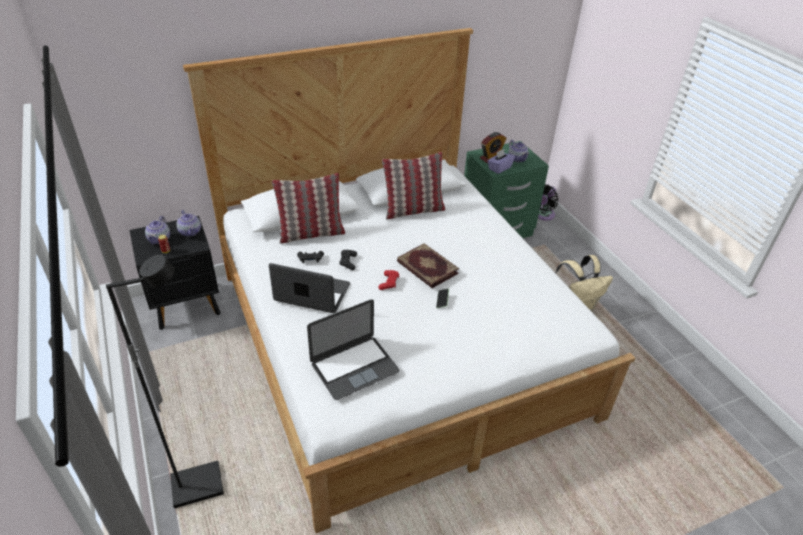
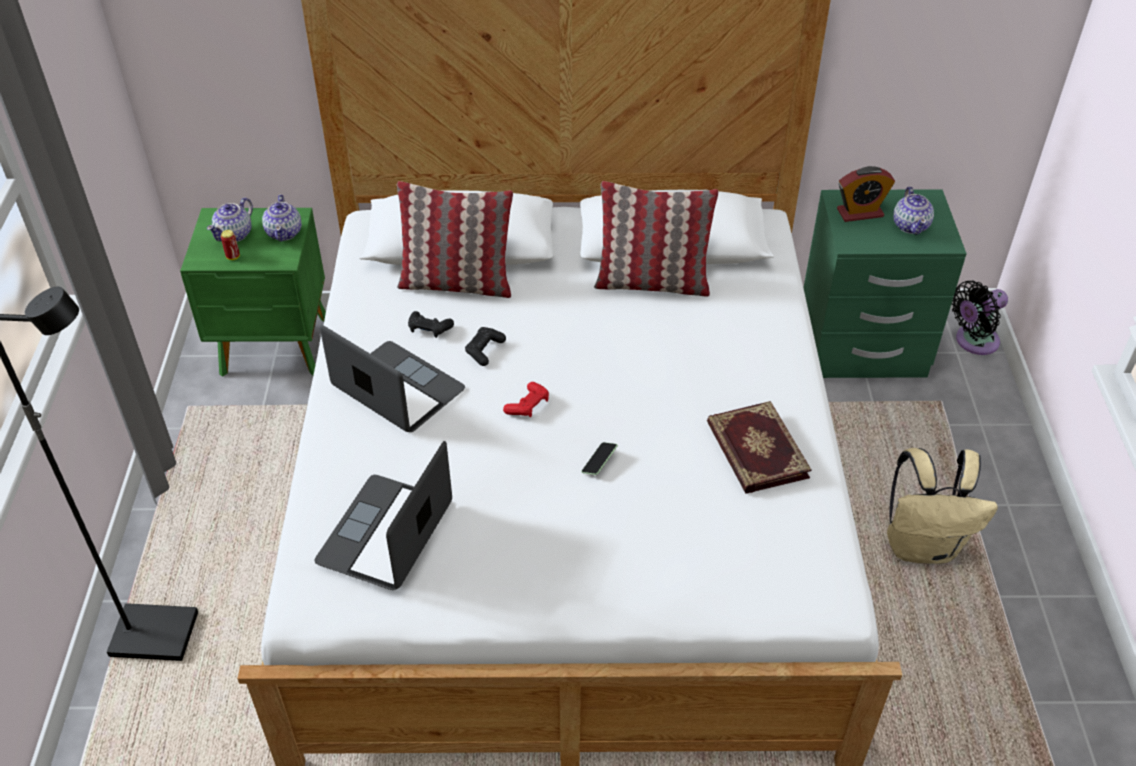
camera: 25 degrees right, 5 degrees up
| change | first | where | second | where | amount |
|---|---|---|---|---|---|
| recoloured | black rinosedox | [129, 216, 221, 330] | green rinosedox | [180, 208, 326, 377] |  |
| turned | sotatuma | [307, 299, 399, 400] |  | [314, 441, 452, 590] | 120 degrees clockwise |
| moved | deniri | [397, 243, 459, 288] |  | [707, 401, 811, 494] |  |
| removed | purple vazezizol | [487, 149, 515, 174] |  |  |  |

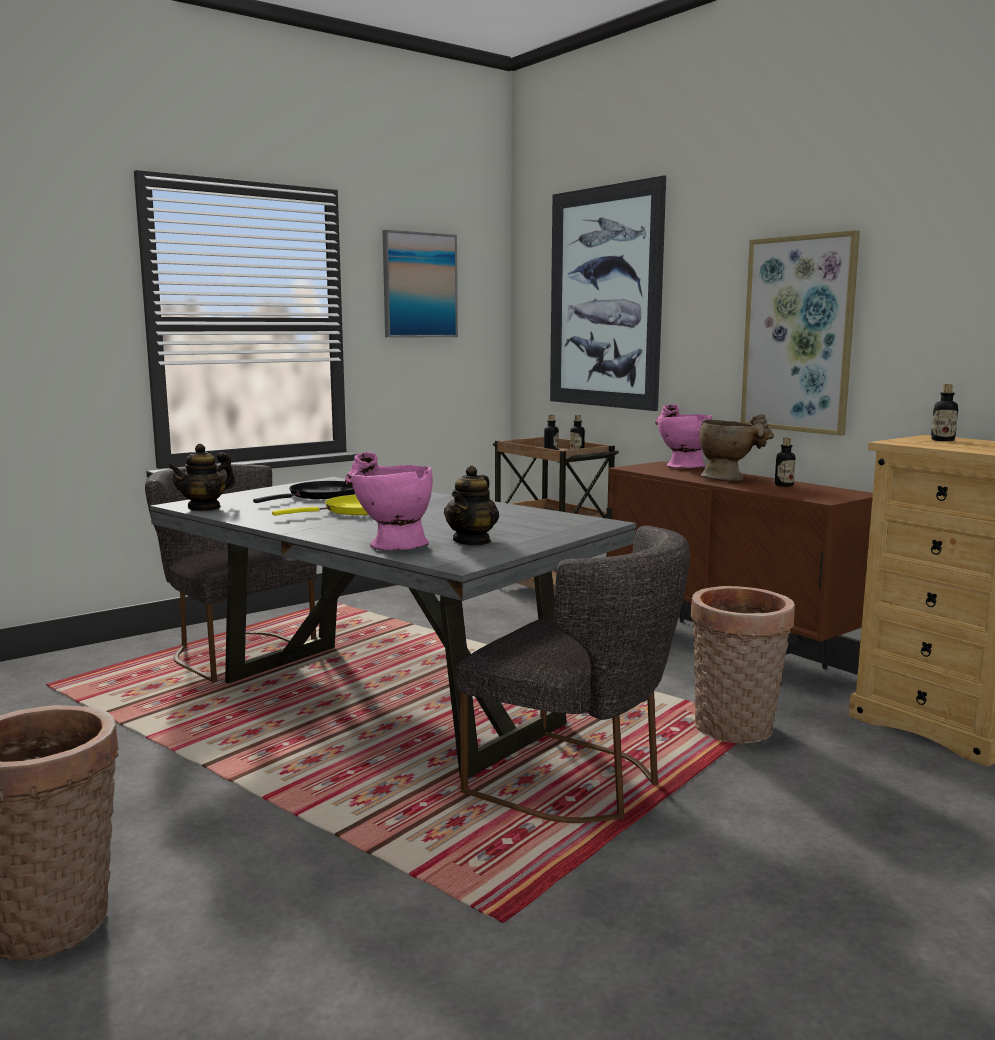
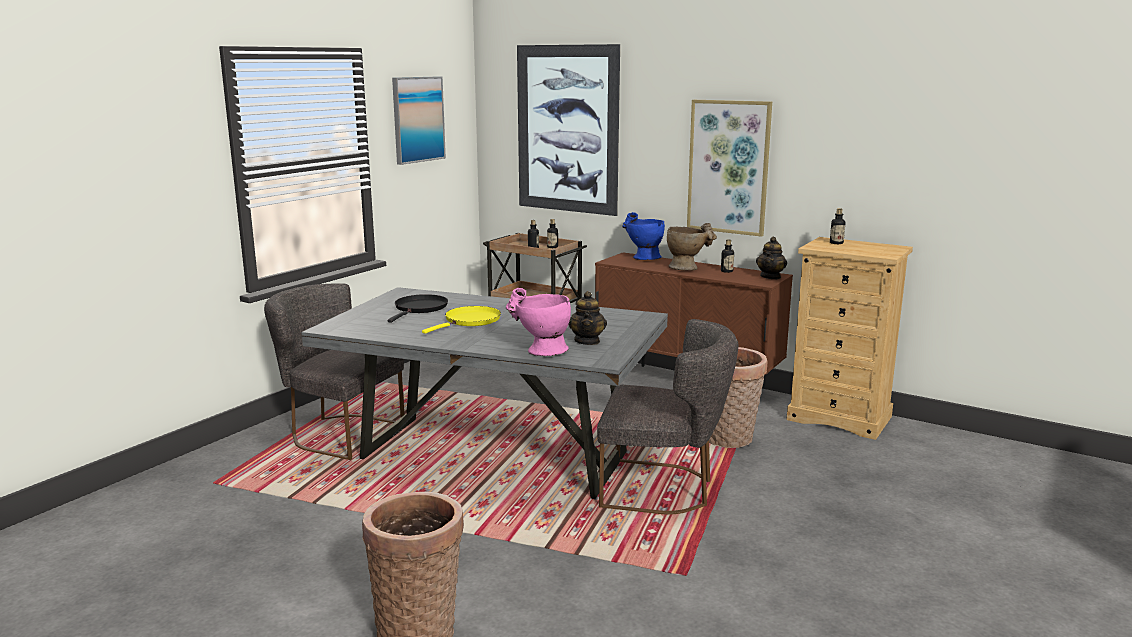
camera: 20 degrees left, 5 degrees up
| change | first | where | second | where | amount |
|---|---|---|---|---|---|
| recoloured | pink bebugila | [655, 404, 712, 468] | blue bebugila | [622, 212, 665, 260] |  |
| moved | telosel | [168, 444, 235, 511] |  | [756, 237, 787, 279] |  |

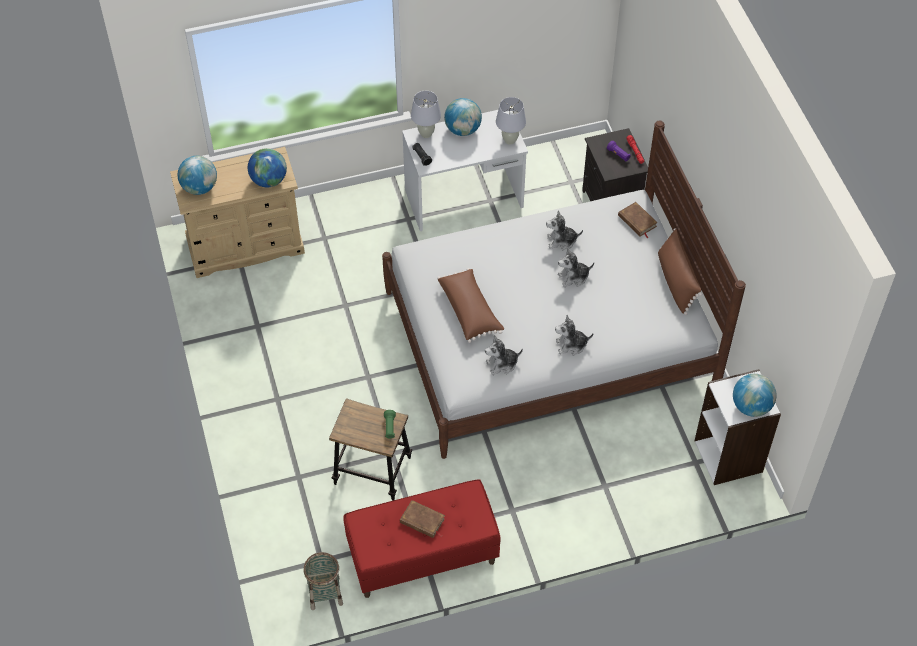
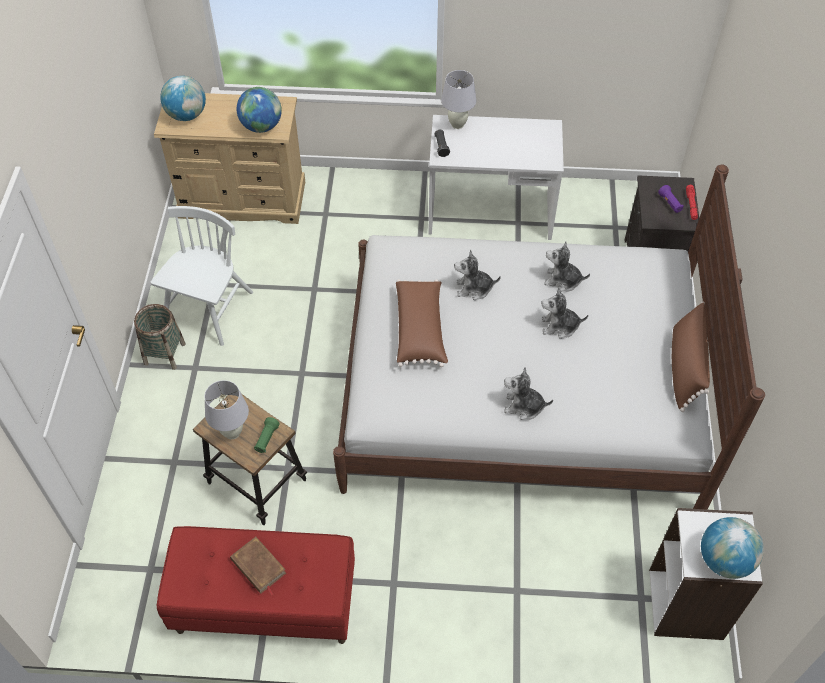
camera: 20 degrees right, 0 degrees up
| change | first | where | second | where | amount |
|---|---|---|---|---|---|
| moved | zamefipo | [304, 552, 343, 610] |  | [134, 304, 186, 370] |  |
| added |  |  | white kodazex | [150, 206, 253, 346] |  |
| moved | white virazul | [496, 97, 526, 145] |  | [204, 380, 249, 439] |  |
| moved | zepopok | [485, 335, 523, 375] |  | [454, 250, 501, 300] |  |
| removed | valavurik | [444, 98, 482, 136] |  |  |  |
| removed | brown deniri | [618, 202, 658, 238] |  |  |  |

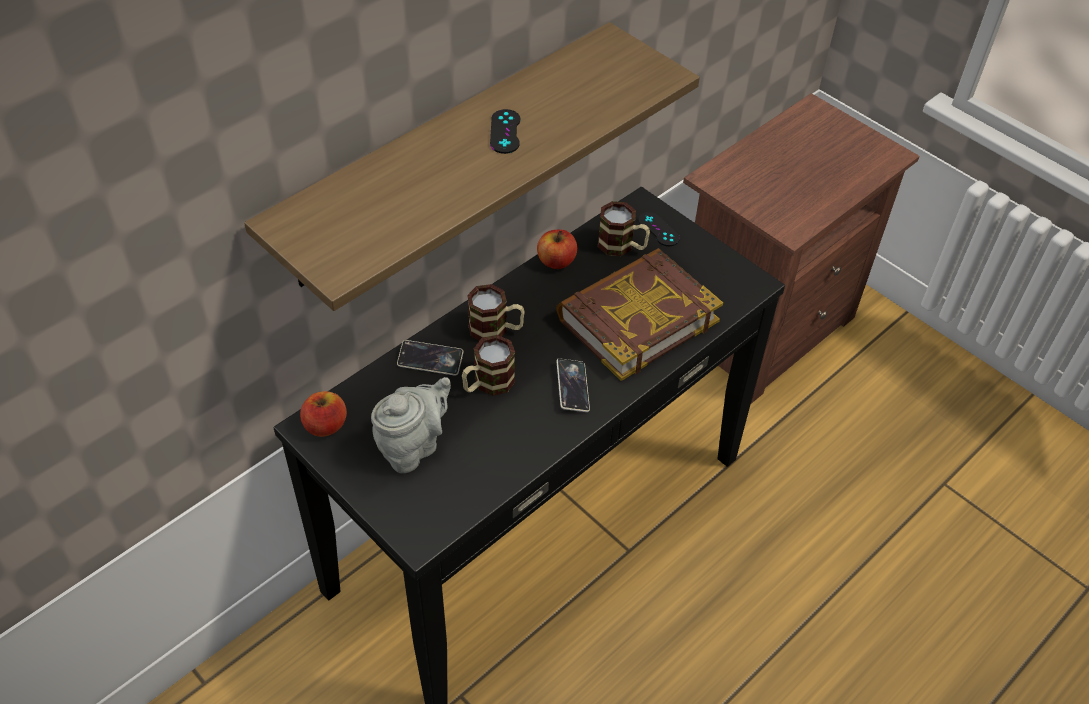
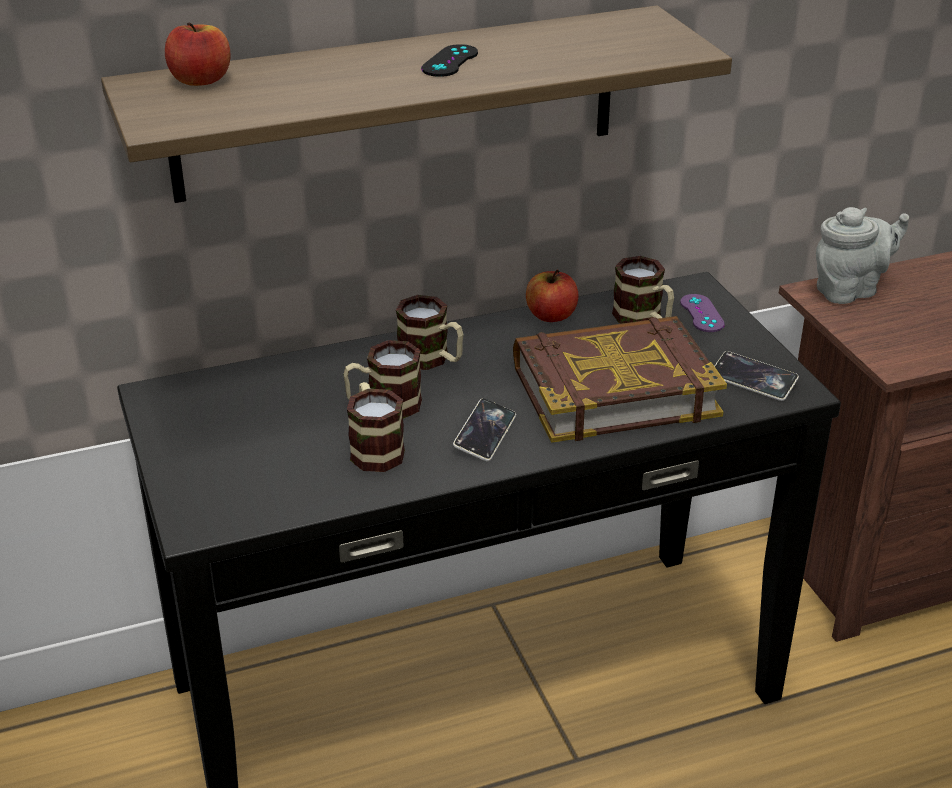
camera: 25 degrees right, 15 degrees down
| change | first | where | second | where | amount |
|---|---|---|---|---|---|
| moved | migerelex | [300, 391, 347, 437] |  | [165, 23, 231, 86] |  |
| added |  |  | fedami | [347, 382, 405, 472] |  |
| recoloured | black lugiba | [638, 212, 680, 246] | purple lugiba | [680, 294, 725, 332] |  |
| moved | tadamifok | [397, 340, 464, 376] |  | [714, 351, 799, 401] |  |
| moved | grey telosel | [371, 377, 451, 473] |  | [816, 207, 909, 304] |  |

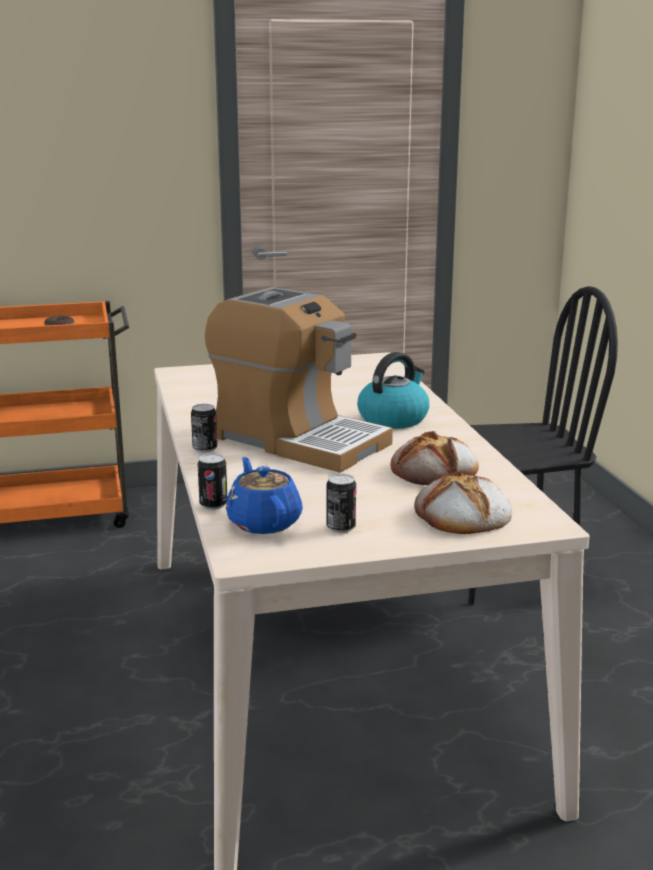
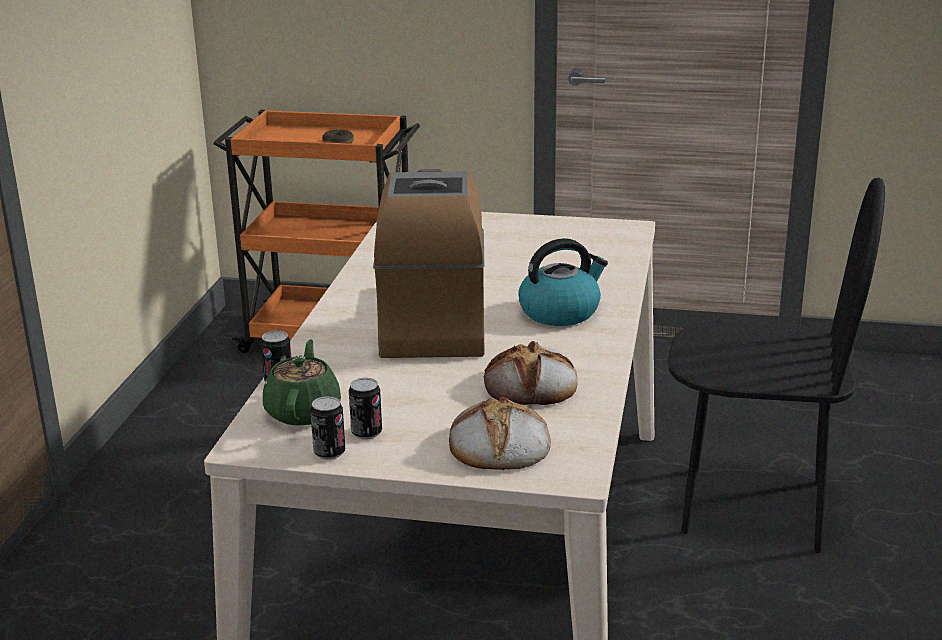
camera: 25 degrees right, 5 degrees up
| change | first | where | second | where | amount |
|---|---|---|---|---|---|
| recoloured | blue telosel | [226, 457, 303, 534] | green telosel | [263, 339, 341, 426] |  |
| moved | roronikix | [191, 404, 217, 453] |  | [310, 396, 345, 460] |  |
| turned | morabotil | [205, 287, 393, 473] |  | [373, 170, 485, 358] | 150 degrees counterclockwise |

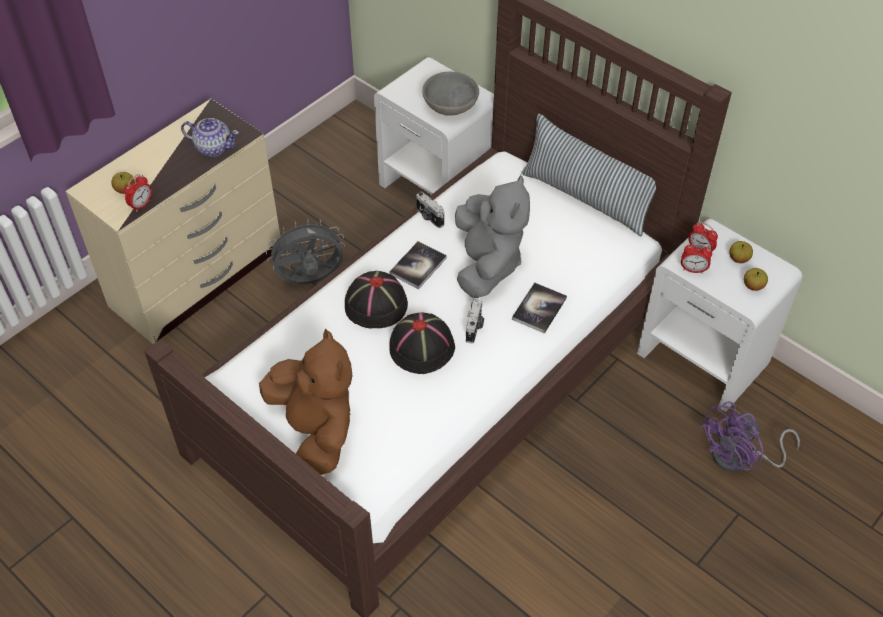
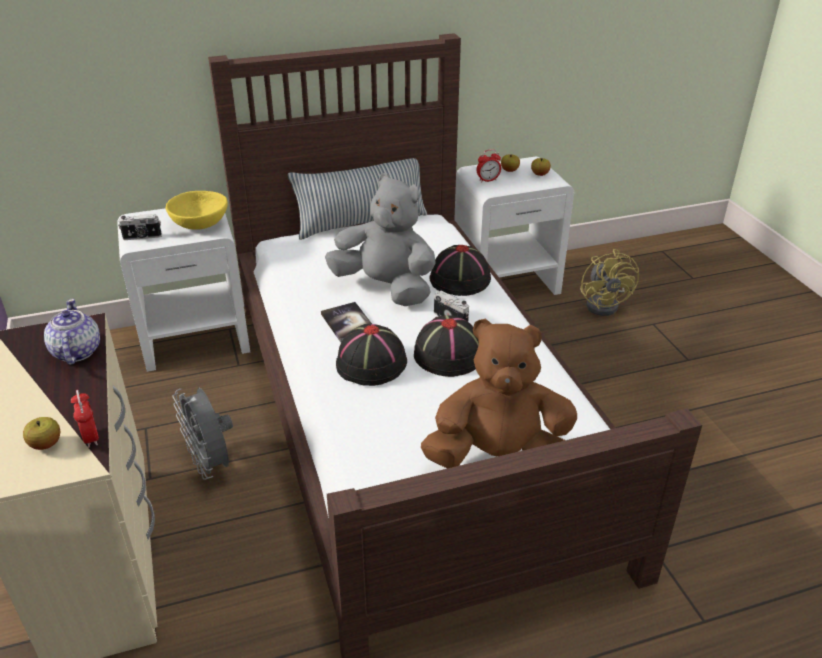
camera: 60 degrees left, 15 degrees down
| change | first | where | second | where | amount |
|---|---|---|---|---|---|
| turned | telosel | [181, 118, 239, 157] |  | [44, 299, 100, 365] | 60 degrees counterclockwise |
| moved | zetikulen | [416, 192, 444, 228] |  | [118, 214, 162, 240] |  |
| recoloured | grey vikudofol | [422, 72, 479, 116] | yellow vikudofol | [166, 191, 228, 230] |  |
| turned | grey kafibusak | [266, 219, 345, 284] |  | [173, 388, 233, 480] | 45 degrees counterclockwise |
| replaced | deniri | [512, 283, 567, 334] | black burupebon | [429, 245, 491, 296] |  |
| recoloured | purple kafibusak | [699, 401, 800, 472] | yellow kafibusak | [580, 249, 639, 316] |  |
| removed | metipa | [681, 243, 712, 274] |  |  |  |

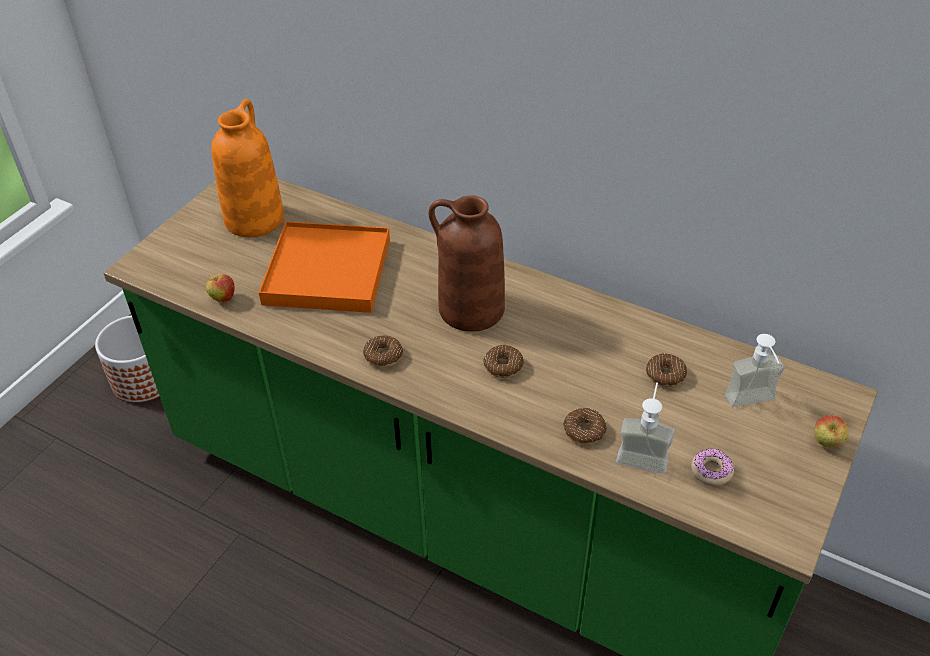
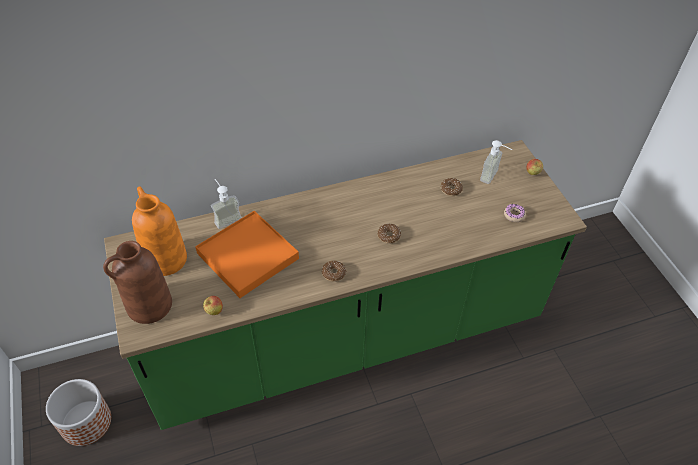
camera: 50 degrees left, 5 degrees up
| change | first | where | second | where | amount |
|---|---|---|---|---|---|
| moved | brown bebugila | [429, 195, 505, 332] |  | [103, 241, 172, 324] |  |
| moved | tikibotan | [616, 382, 674, 474] |  | [211, 179, 242, 229] |  |
| removed | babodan | [563, 408, 607, 445] |  |  |  |

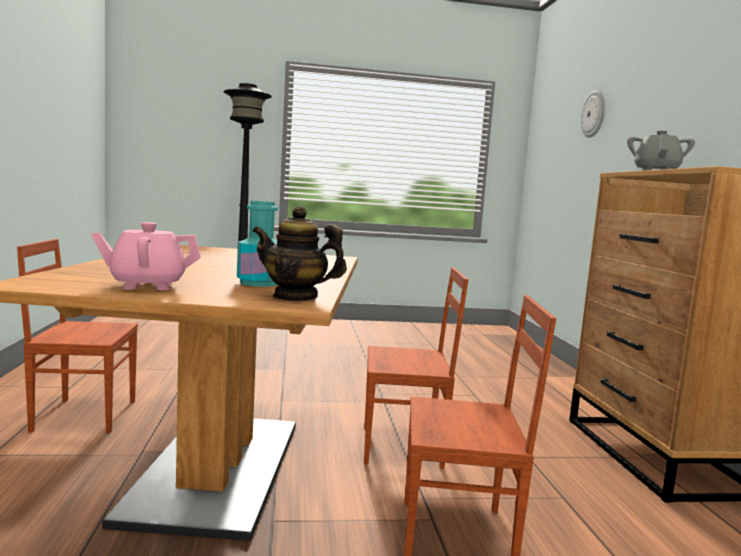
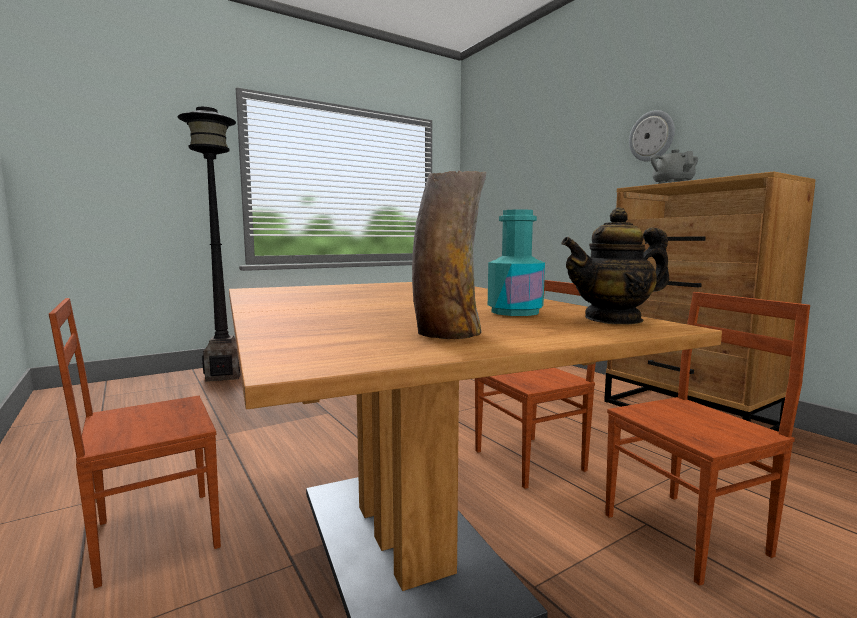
camera: 25 degrees left, 0 degrees up
| change | first | where | second | where | amount |
|---|---|---|---|---|---|
| replaced | pink telosel | [91, 222, 201, 290] | bebugila | [412, 170, 486, 339] |  |
| moved | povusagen | [580, 90, 605, 138] |  | [629, 110, 675, 161] |  |

